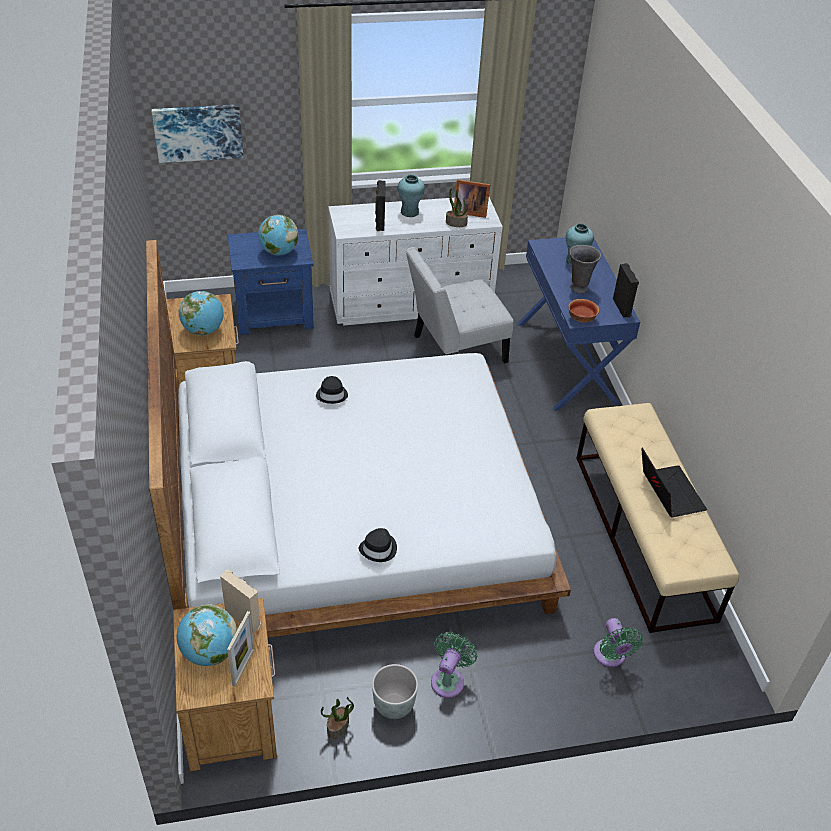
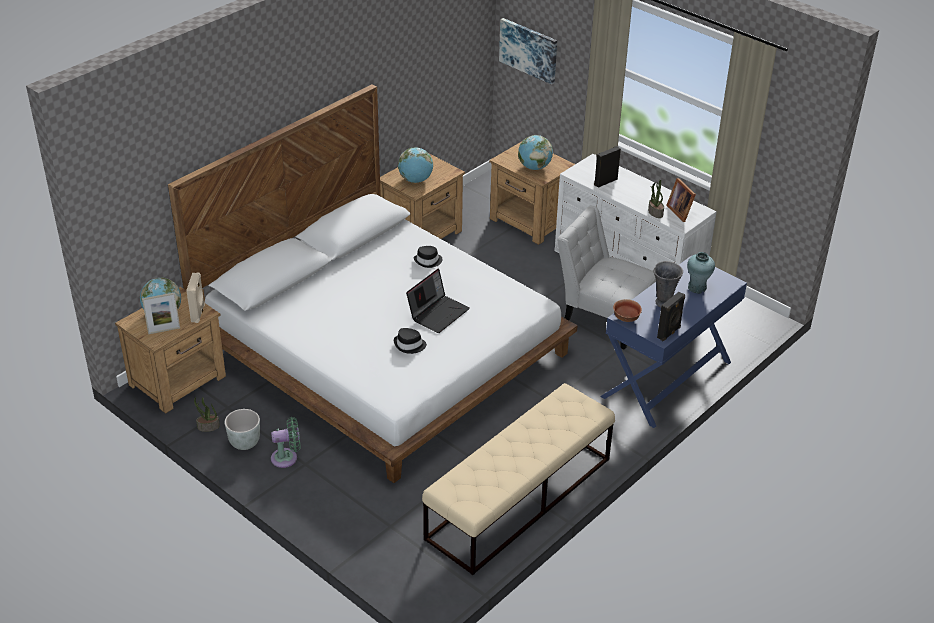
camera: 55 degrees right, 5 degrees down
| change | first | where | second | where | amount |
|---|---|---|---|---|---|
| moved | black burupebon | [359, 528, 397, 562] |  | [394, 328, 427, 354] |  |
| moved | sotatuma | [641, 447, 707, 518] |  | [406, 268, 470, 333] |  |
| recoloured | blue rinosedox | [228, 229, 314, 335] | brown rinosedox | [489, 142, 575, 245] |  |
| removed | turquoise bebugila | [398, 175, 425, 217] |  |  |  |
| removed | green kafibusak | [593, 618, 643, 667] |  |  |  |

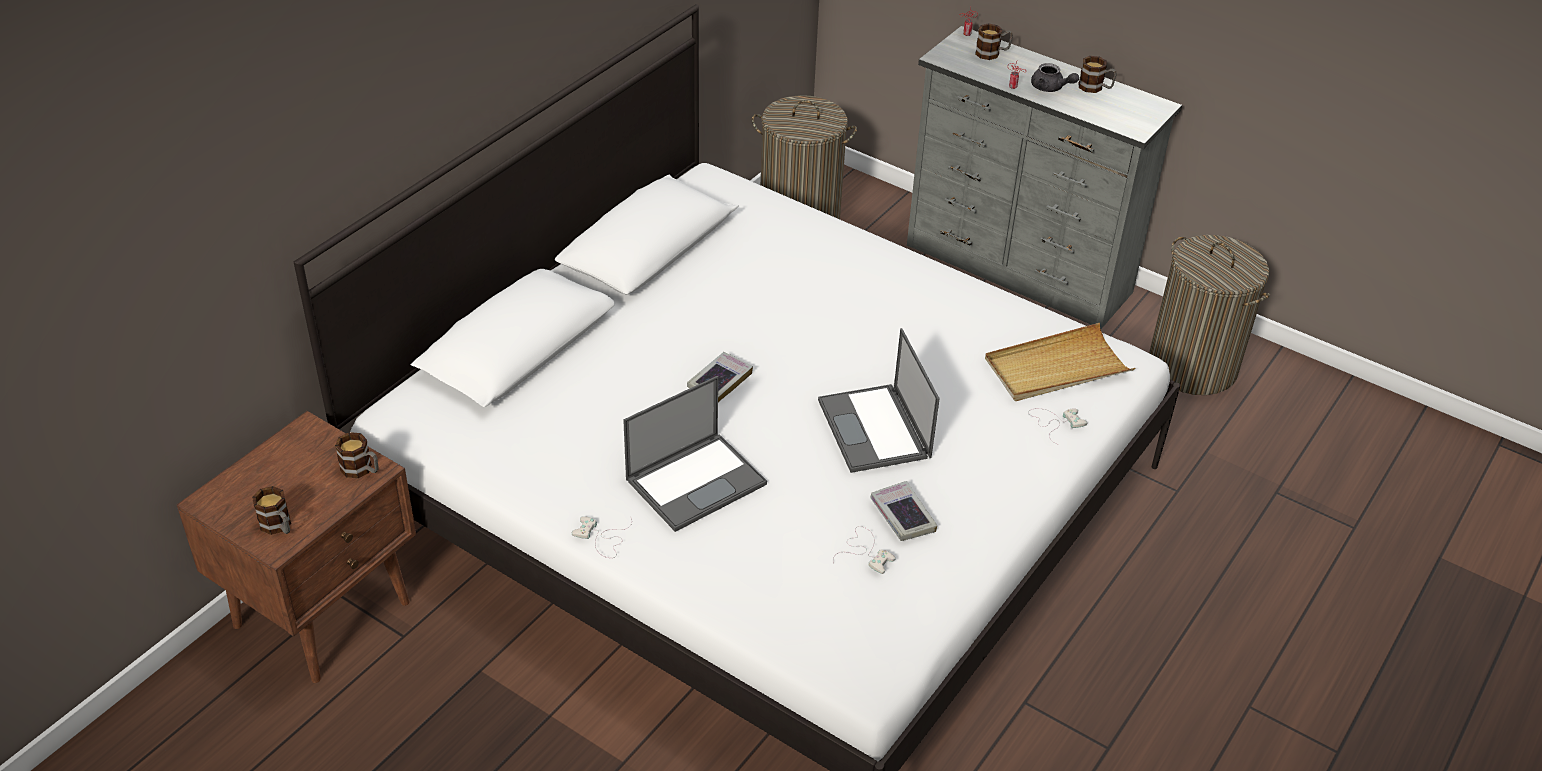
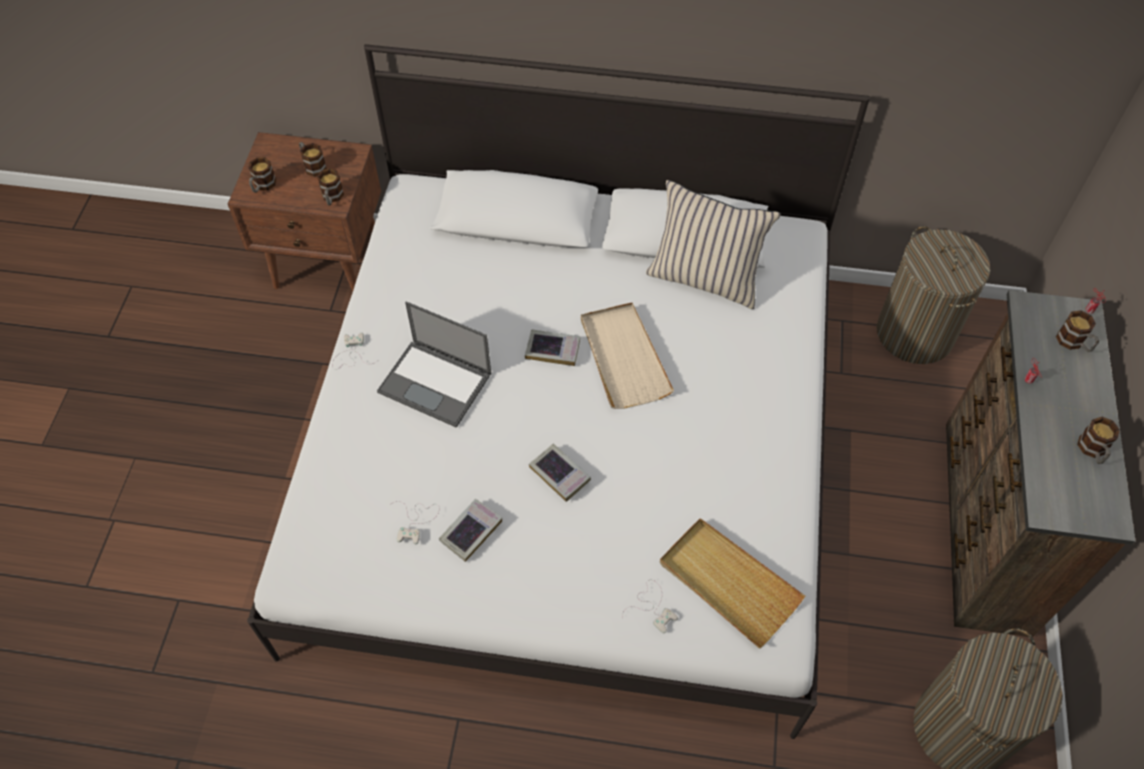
camera: 65 degrees right, 15 degrees up
| change | first | where | second | where | amount |
|---|---|---|---|---|---|
| added |  |  | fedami | [299, 142, 327, 177] |  |
| replaced | sotatuma | [818, 328, 940, 473] | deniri | [529, 443, 591, 502] |  |
| added |  |  | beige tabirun | [581, 303, 674, 409] |  |
| added |  |  | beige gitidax | [646, 180, 781, 309] |  |
| recoloured | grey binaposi | [907, 26, 1182, 329] | brown binaposi | [946, 290, 1136, 637] |  |
| removed | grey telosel | [1031, 63, 1079, 92] |  |  |  |

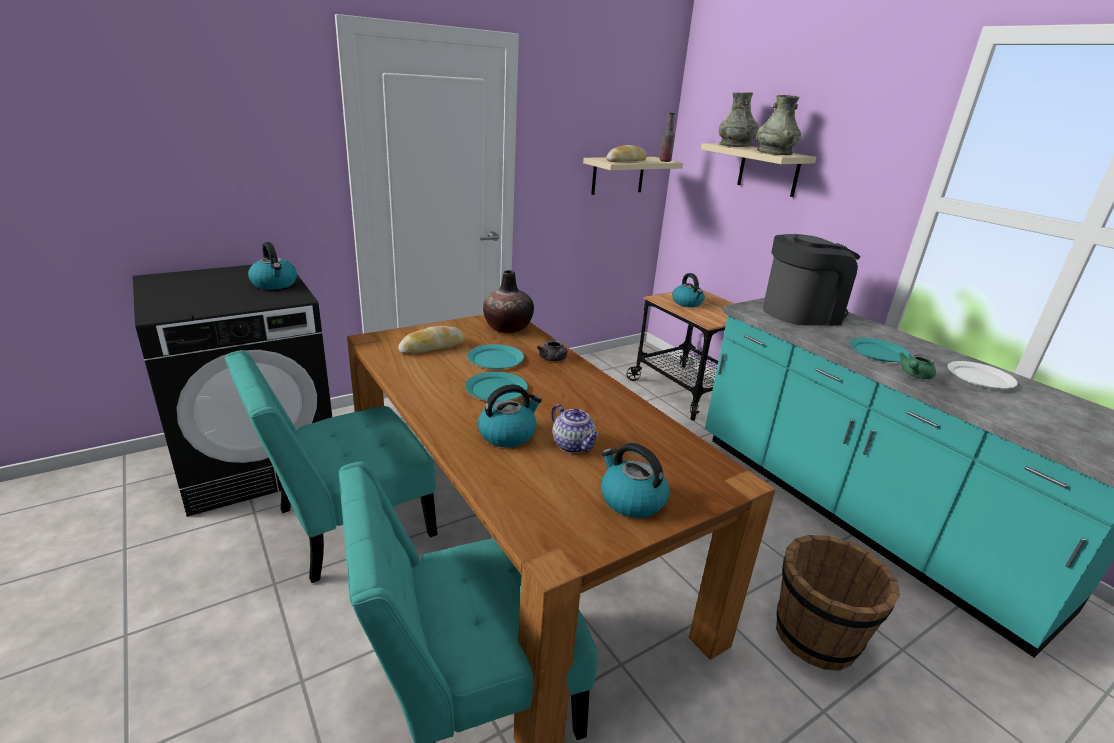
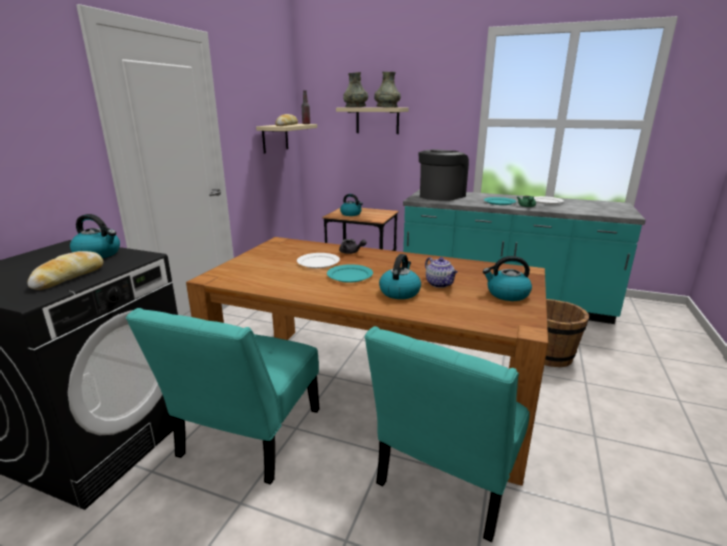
camera: 35 degrees left, 5 degrees down
| change | first | where | second | where | amount |
|---|---|---|---|---|---|
| moved | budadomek | [398, 326, 465, 355] |  | [27, 251, 104, 290] |  |
| recoloured | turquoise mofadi | [467, 344, 524, 369] | white mofadi | [297, 253, 340, 268] |  |
| turned | telosel | [552, 404, 600, 453] |  | [425, 257, 458, 288] | 45 degrees clockwise |
| removed | bebugila | [483, 270, 534, 333] |  |  |  |

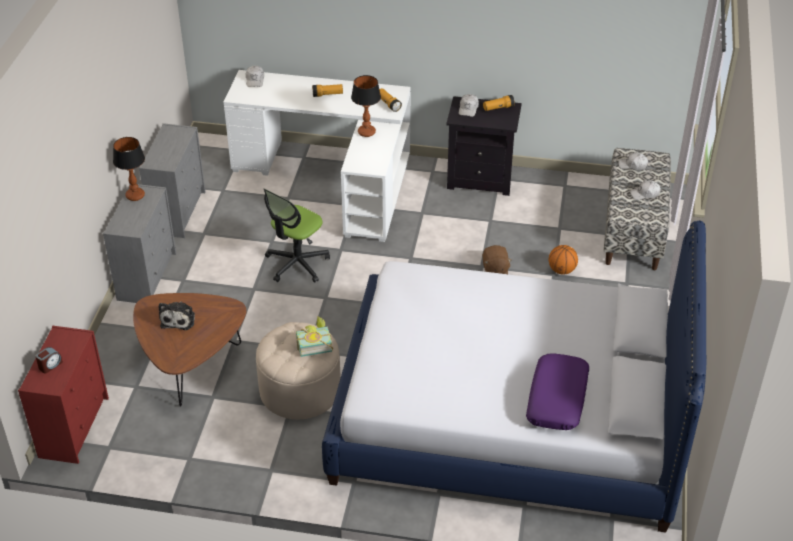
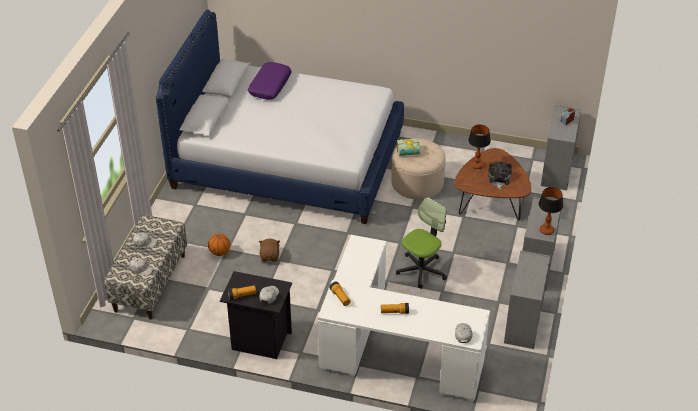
camera: 175 degrees left, 0 degrees up
| change | first | where | second | where | amount |
|---|---|---|---|---|---|
| moved | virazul | [351, 75, 381, 137] |  | [468, 124, 491, 169] |  |
| recoloured | red binaposi | [18, 326, 109, 464] | grey binaposi | [541, 105, 582, 190] |  |

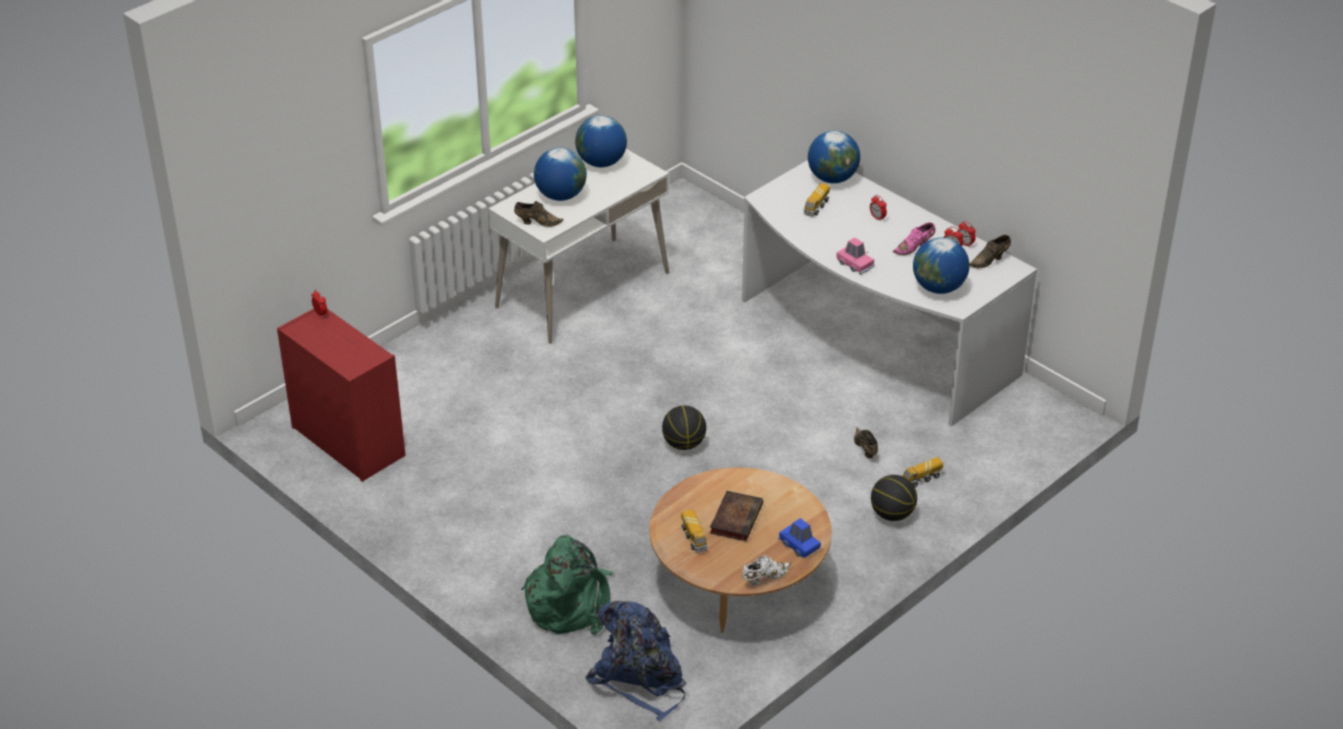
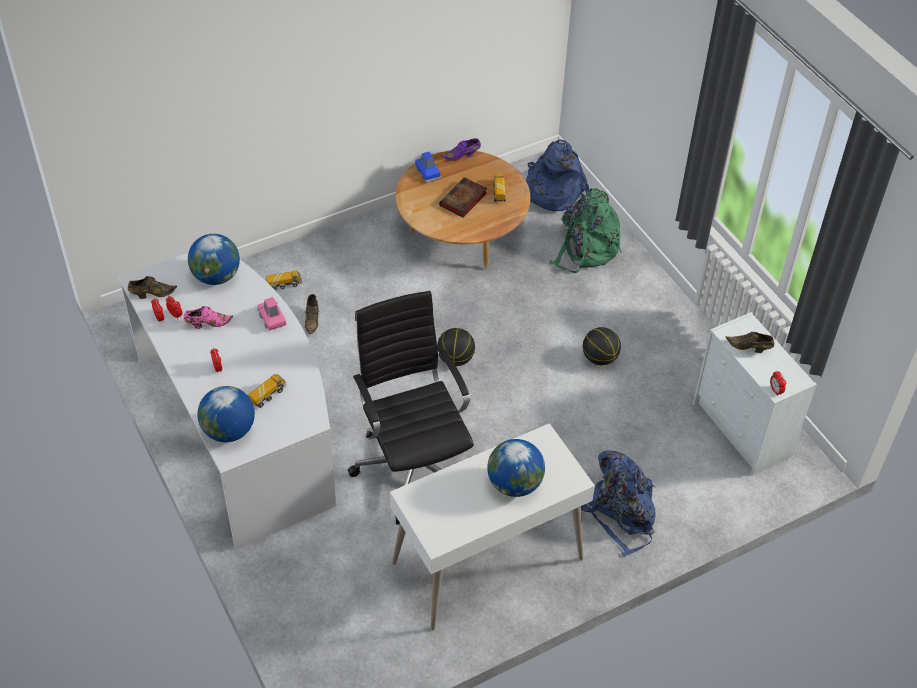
camera: 165 degrees left, 10 degrees up
| change | first | where | second | where | amount |
|---|---|---|---|---|---|
| added |  |  | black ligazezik | [348, 291, 474, 525] |  |
| recoloured | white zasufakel | [742, 556, 791, 586] | purple zasufakel | [441, 138, 481, 161] |  |
| added |  |  | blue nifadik | [581, 450, 656, 557] |  |
| moved | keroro | [871, 475, 917, 521] |  | [583, 327, 621, 365] |  |
| recoloured | red binaposi | [277, 309, 406, 482] | white binaposi | [693, 312, 817, 476] |  |
| moved | brown zasufakel | [514, 201, 564, 227] |  | [726, 332, 774, 353] |  |
| removed | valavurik | [575, 115, 627, 167] |  |  |  |

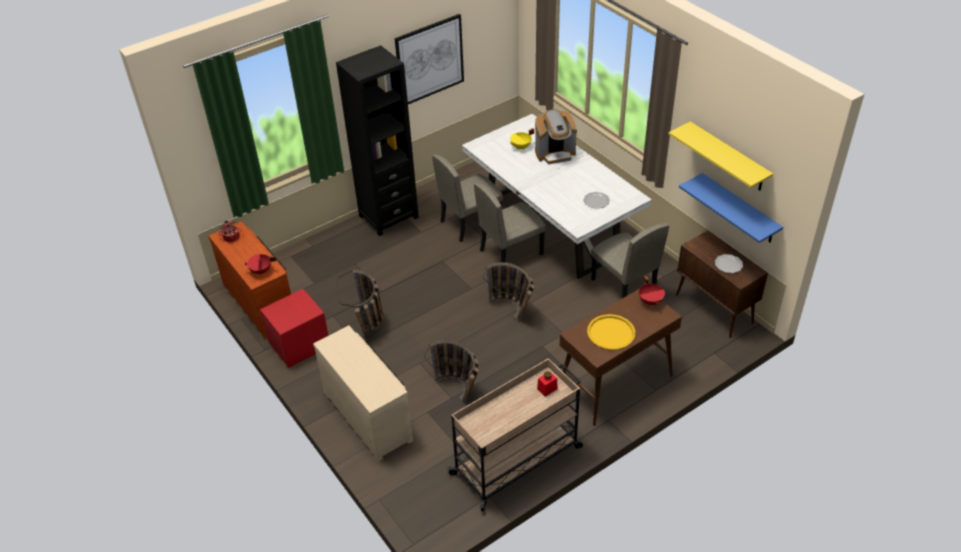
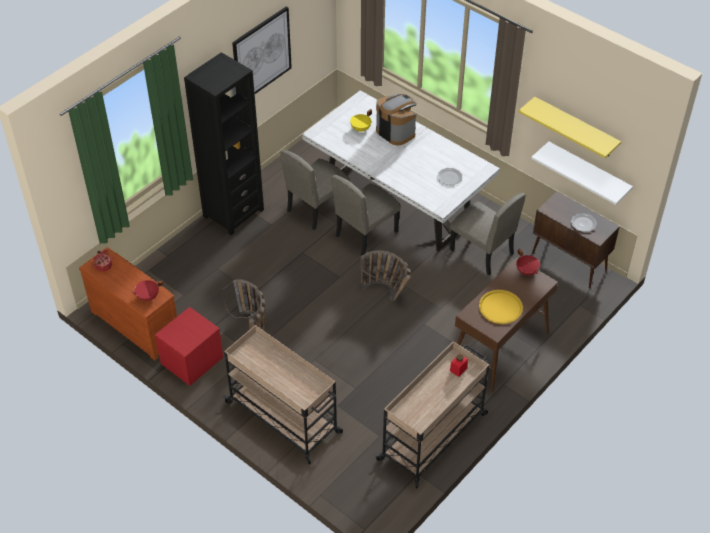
camera: 15 degrees left, 5 degrees up
| change | first | where | second | where | amount |
|---|---|---|---|---|---|
| replaced | beige binaposi | [313, 325, 413, 461] | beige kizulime | [223, 325, 343, 464] |  |
| turned | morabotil | [535, 109, 577, 165] |  | [376, 94, 417, 146] | 105 degrees counterclockwise |
| recoloured | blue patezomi | [679, 173, 783, 243] | white patezomi | [531, 141, 633, 205] |  |
| removed | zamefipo | [424, 340, 479, 402] |  |  |  |

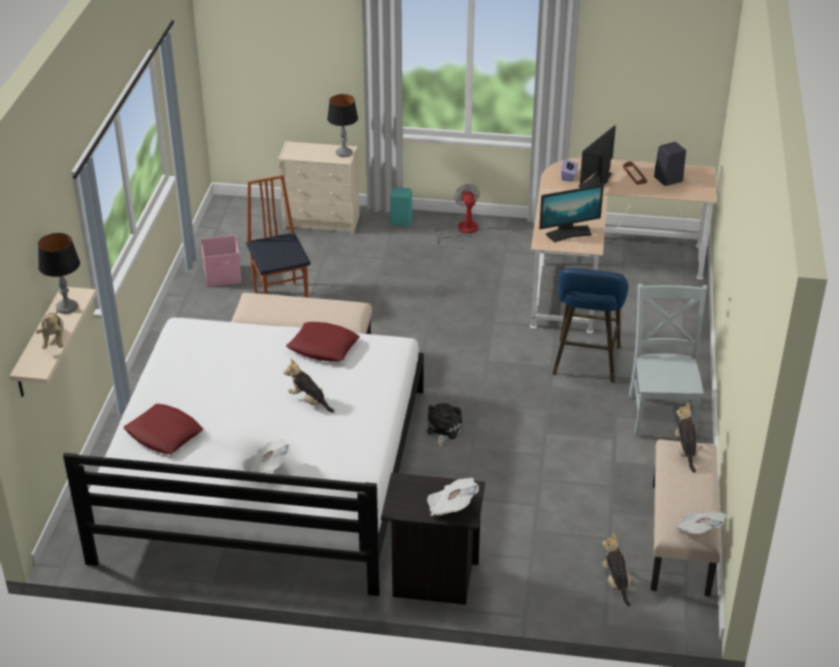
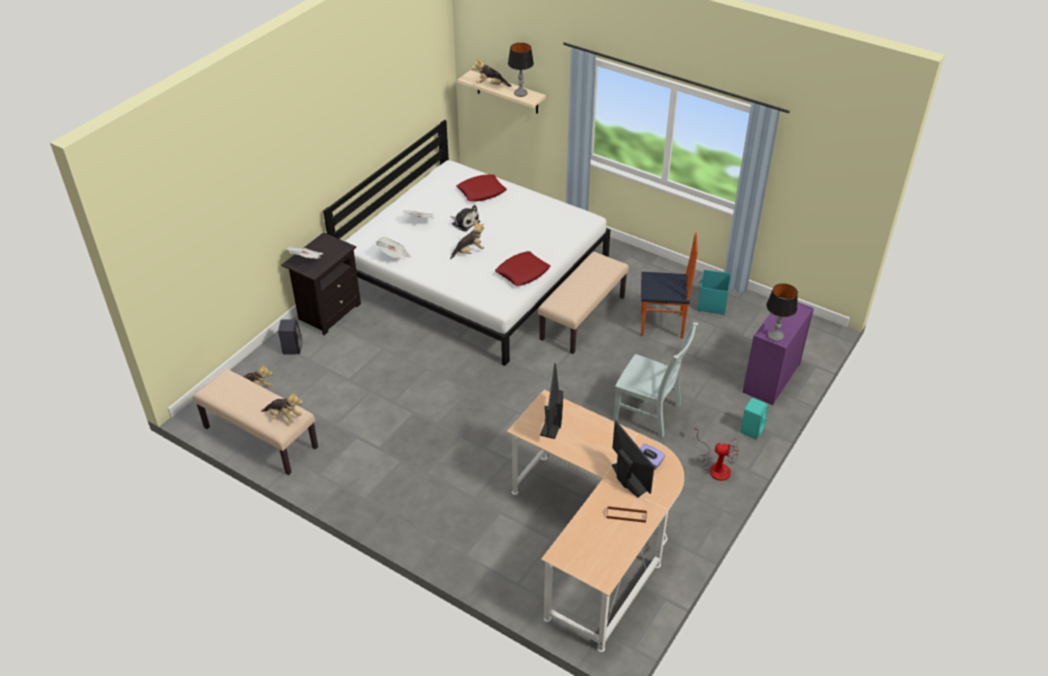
camera: 115 degrees right, 5 degrees up
| change | first | where | second | where | amount |
|---|---|---|---|---|---|
| moved | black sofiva | [654, 142, 686, 186] |  | [278, 319, 302, 354] |  |
| moved | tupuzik | [674, 511, 728, 534] |  | [375, 237, 411, 259] |  |
| moved | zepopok | [427, 403, 462, 447] |  | [450, 205, 480, 232] |  |
| moved | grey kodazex | [629, 284, 707, 437] |  | [613, 322, 698, 438] |  |
| recoloured | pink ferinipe | [201, 235, 242, 287] | turquoise ferinipe | [697, 270, 731, 315] |  |
| recoloured | beige binaposi | [278, 141, 360, 234] | purple binaposi | [742, 297, 814, 405] |  |
| removed | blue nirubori | [552, 268, 628, 383] |  |  |  |

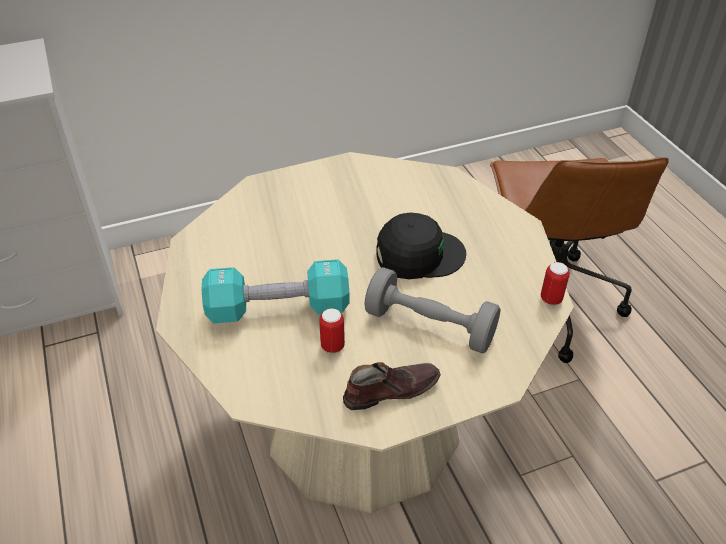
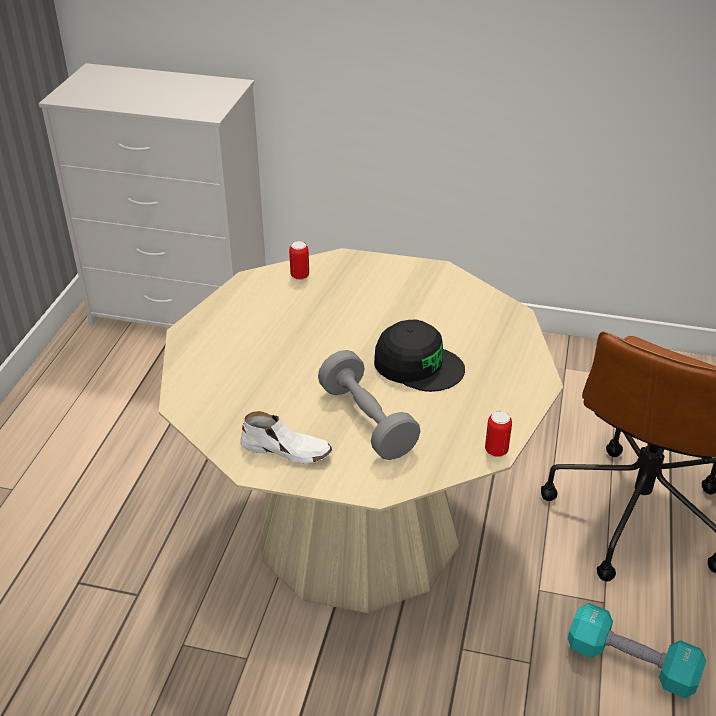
camera: 35 degrees right, 5 degrees down
| change | first | where | second | where | amount |
|---|---|---|---|---|---|
| recoloured | brown zasufakel | [343, 362, 441, 410] | white zasufakel | [240, 411, 332, 463] |  |
| moved | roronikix | [319, 308, 345, 353] |  | [289, 241, 309, 280] |  |
| moved | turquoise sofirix | [201, 259, 350, 323] |  | [568, 603, 706, 698] |  |

